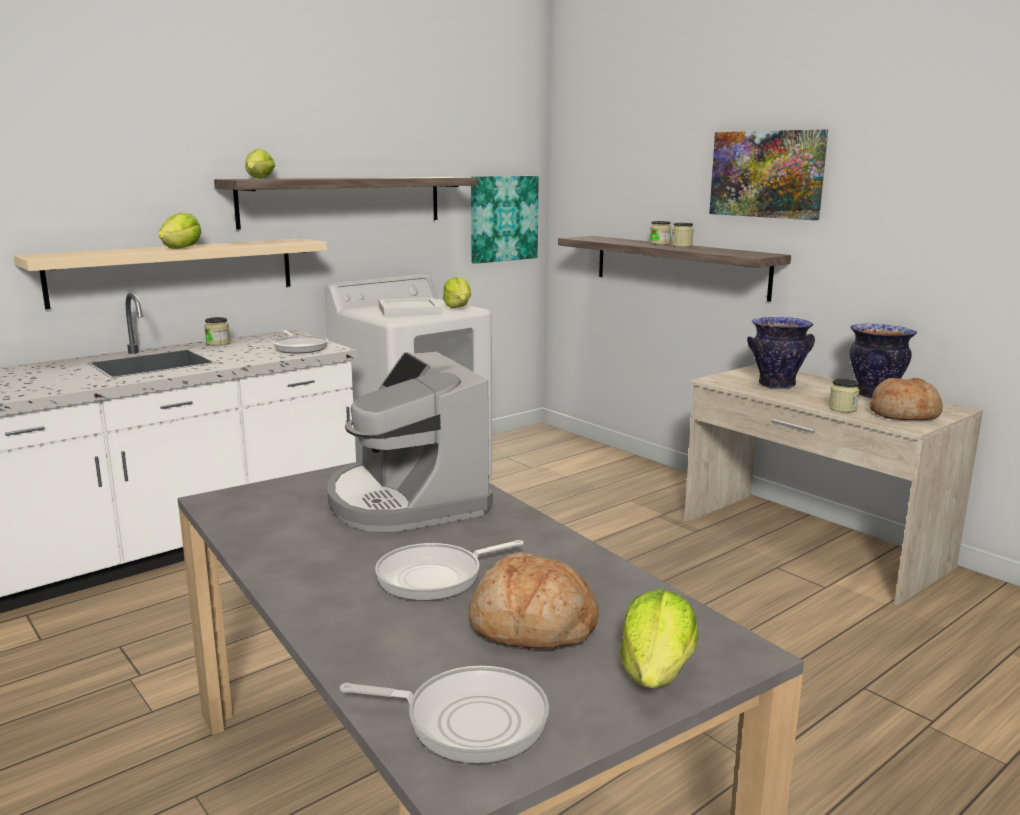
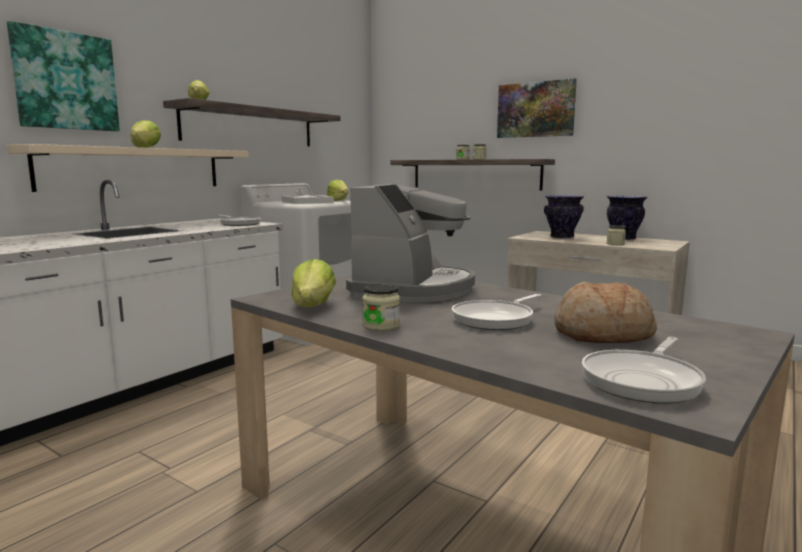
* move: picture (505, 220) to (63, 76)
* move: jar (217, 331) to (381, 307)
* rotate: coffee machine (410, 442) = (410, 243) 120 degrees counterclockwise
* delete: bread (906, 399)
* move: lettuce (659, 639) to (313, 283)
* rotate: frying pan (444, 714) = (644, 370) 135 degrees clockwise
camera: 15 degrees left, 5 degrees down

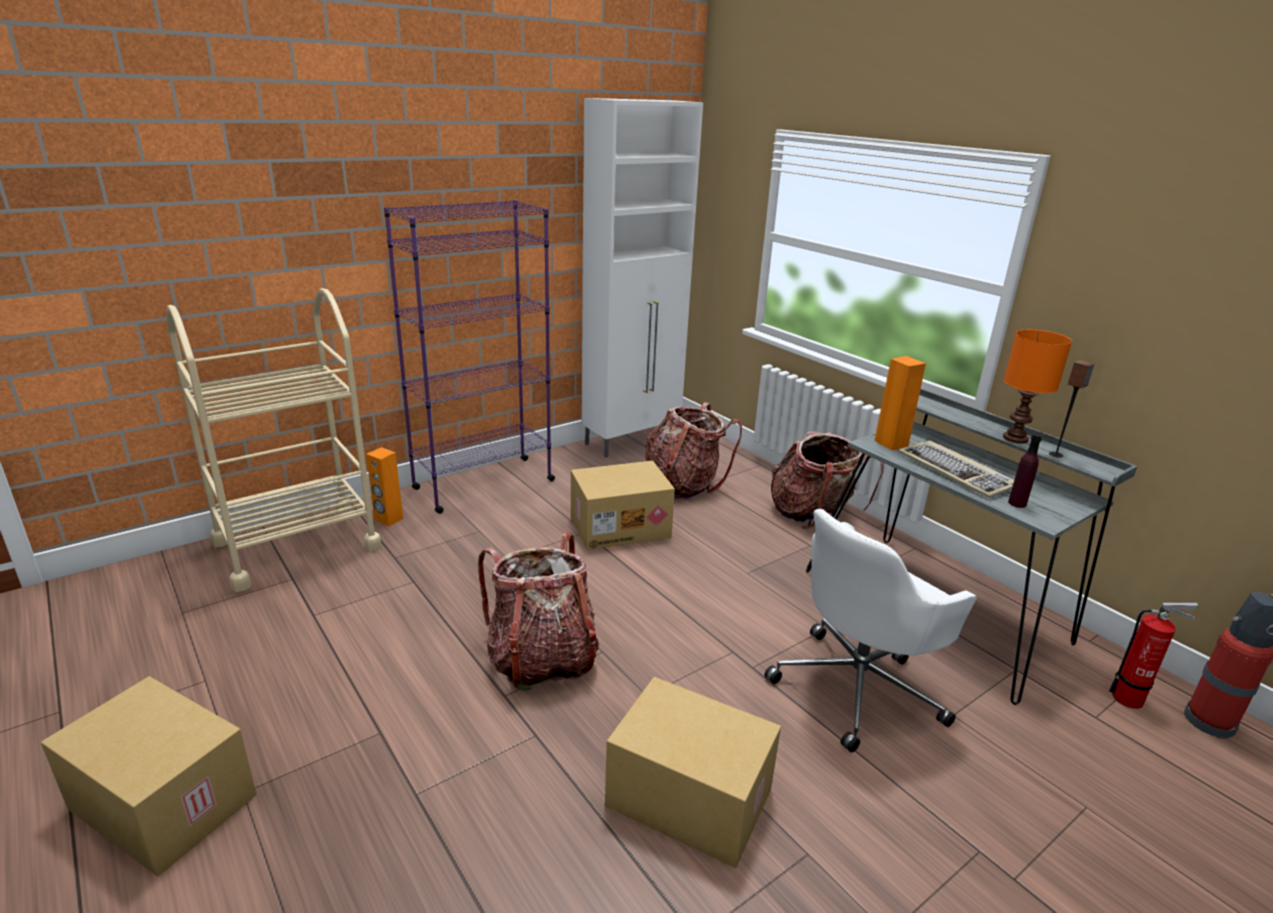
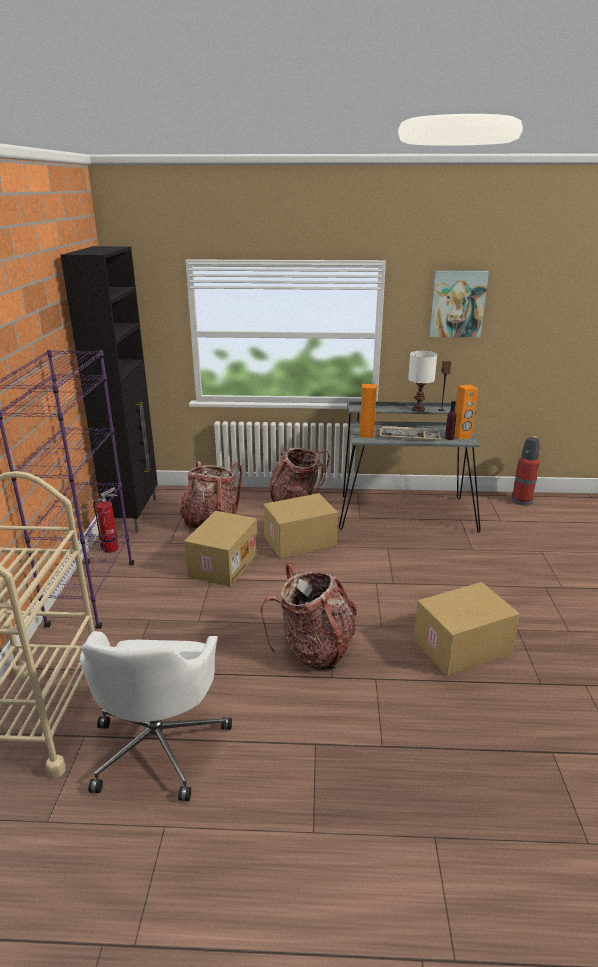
* recolor: white cabinet (642, 277) to black cabinet (109, 389)
* recolor: orange table lamp (1037, 386) to white table lamp (422, 381)
* move: orange speaker (384, 486) to (466, 412)
* move: white office chair (870, 631) to (156, 716)
* move: fire extinguisher (1153, 655) to (105, 520)
* move: cardboard box (149, 776) to (301, 526)
* insert: picture (459, 304)
camera: 50 degrees left, 0 degrees up

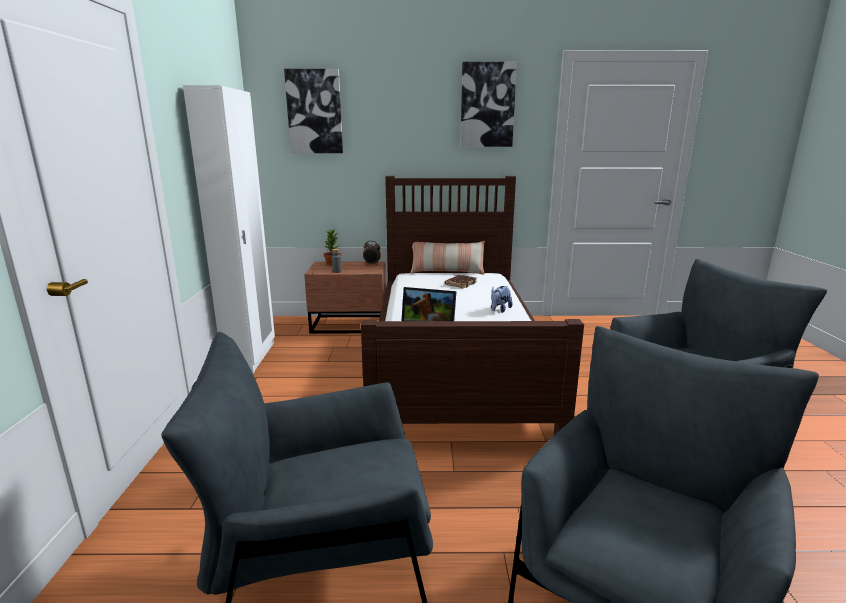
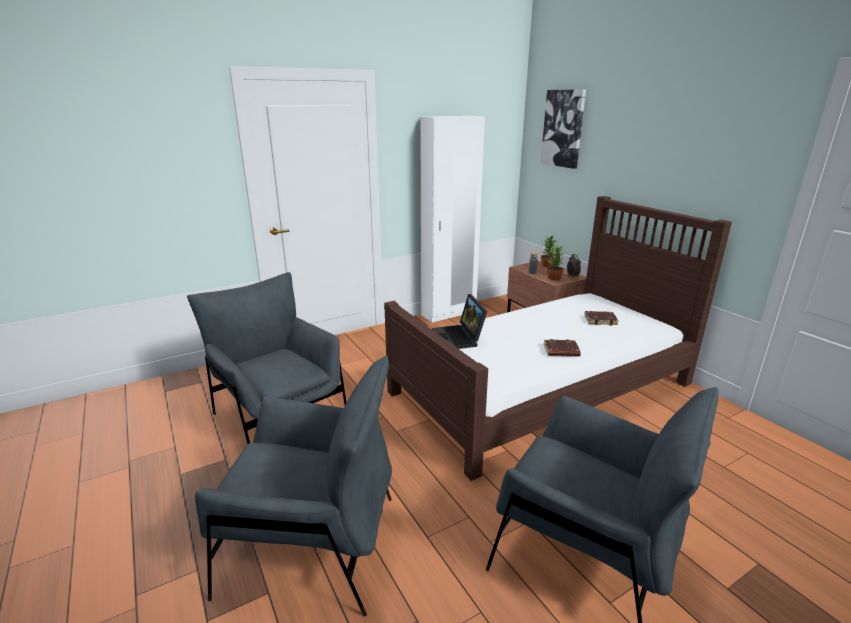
* delete: picture (488, 104)
* delete: pillow (447, 257)
* replace: plush toy (502, 299) to brown book (562, 348)
* insert: potted plant (555, 262)
camera: 60 degrees right, 5 degrees up

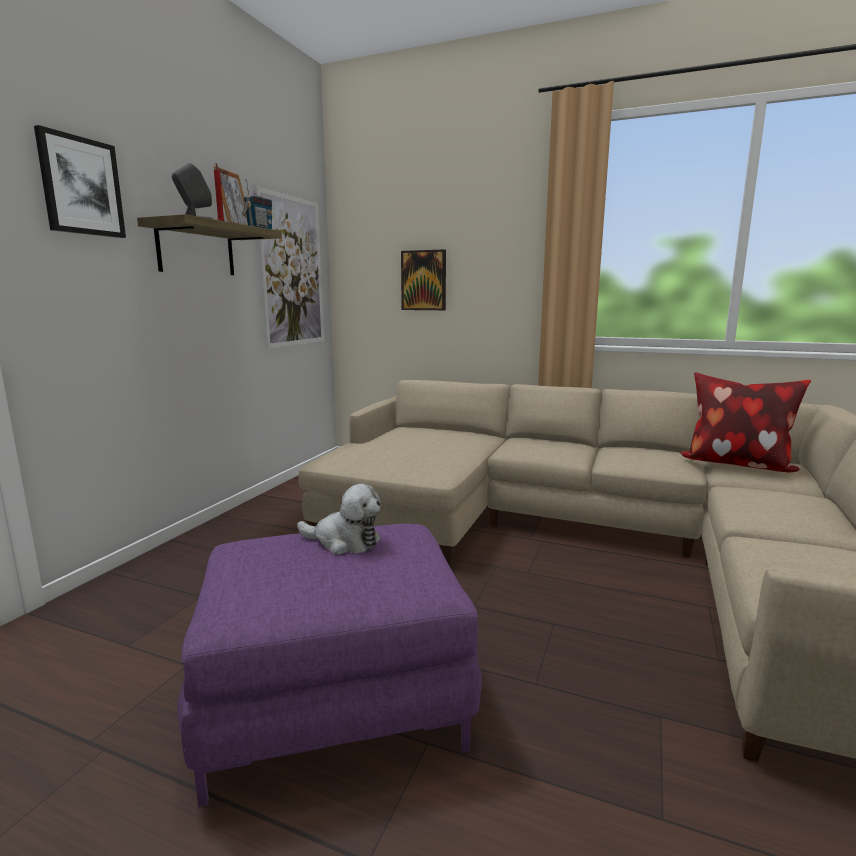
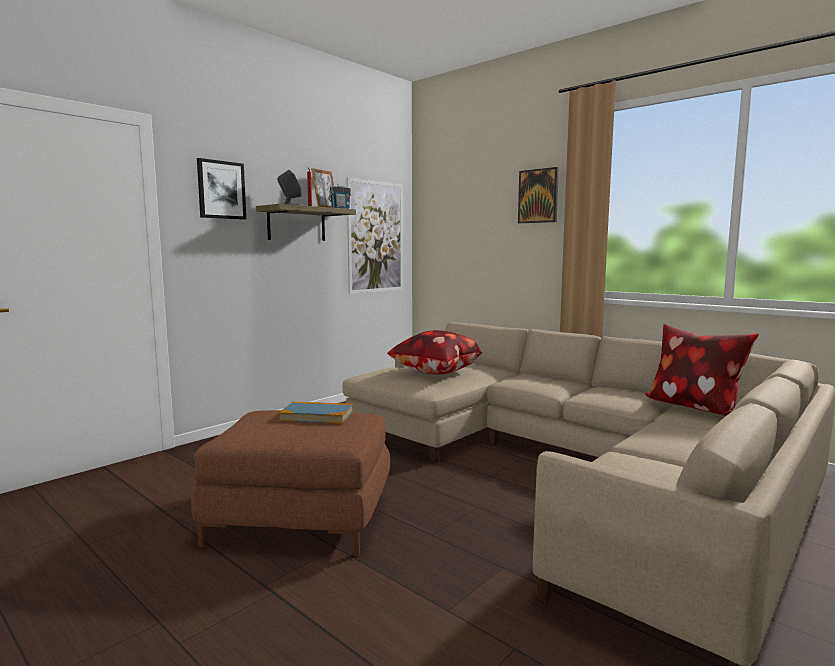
* move: picture (423, 279) to (538, 195)
* replace: plush toy (339, 519) to book (316, 412)
* recolor: purple ottoman (329, 665) to brown ottoman (290, 483)
* insert: pillow (435, 352)
camera: 20 degrees right, 5 degrees down

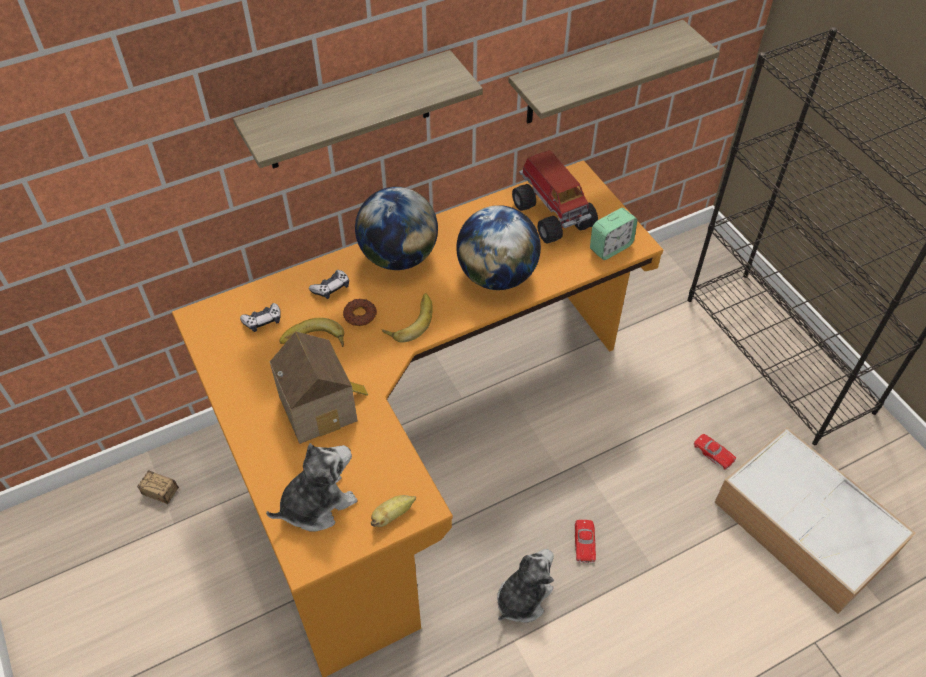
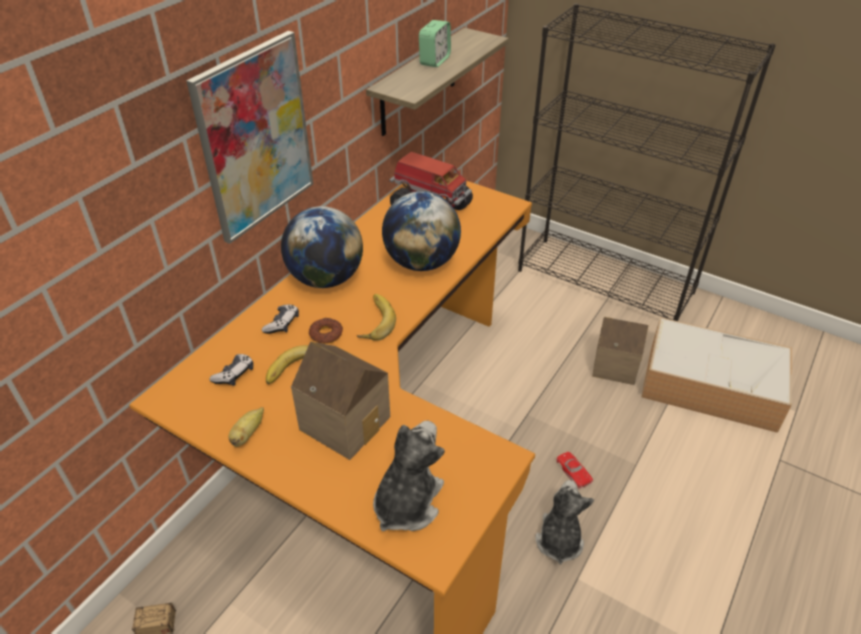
* replace: shelf (358, 109) to picture (249, 137)
* move: alarm clock (614, 234) to (435, 43)
* replace: red toy car (715, 452) to toy house (620, 351)
* move: banana (393, 511) to (246, 427)
camera: 30 degrees left, 10 degrees down

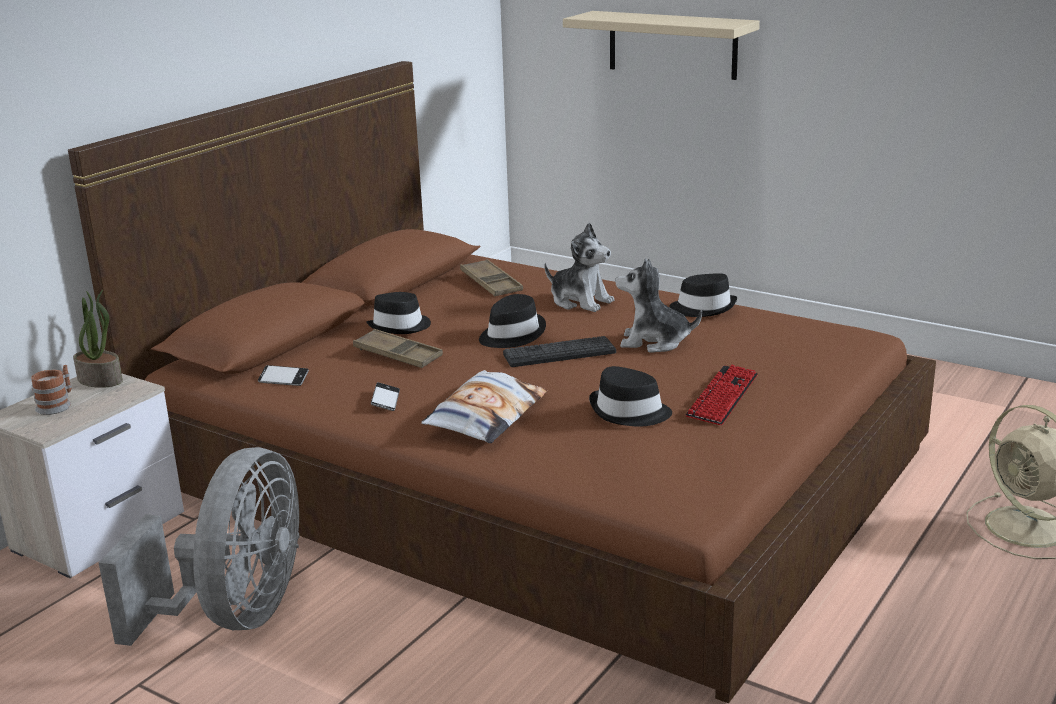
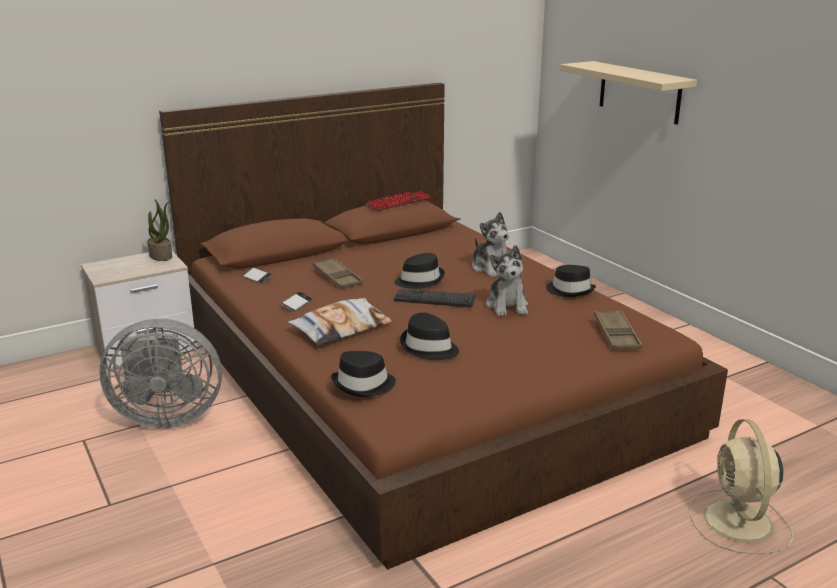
* rotate: plush toy (659, 305) = (507, 280) 135 degrees counterclockwise
* move: brown tray (491, 277) to (618, 330)
* move: black hat (398, 313) to (363, 374)
* delete: mug (51, 390)
* move: keyboard (721, 395) to (398, 201)
* rotate: grey fan (199, 546) = (160, 373) 45 degrees clockwise
camera: 25 degrees right, 0 degrees up

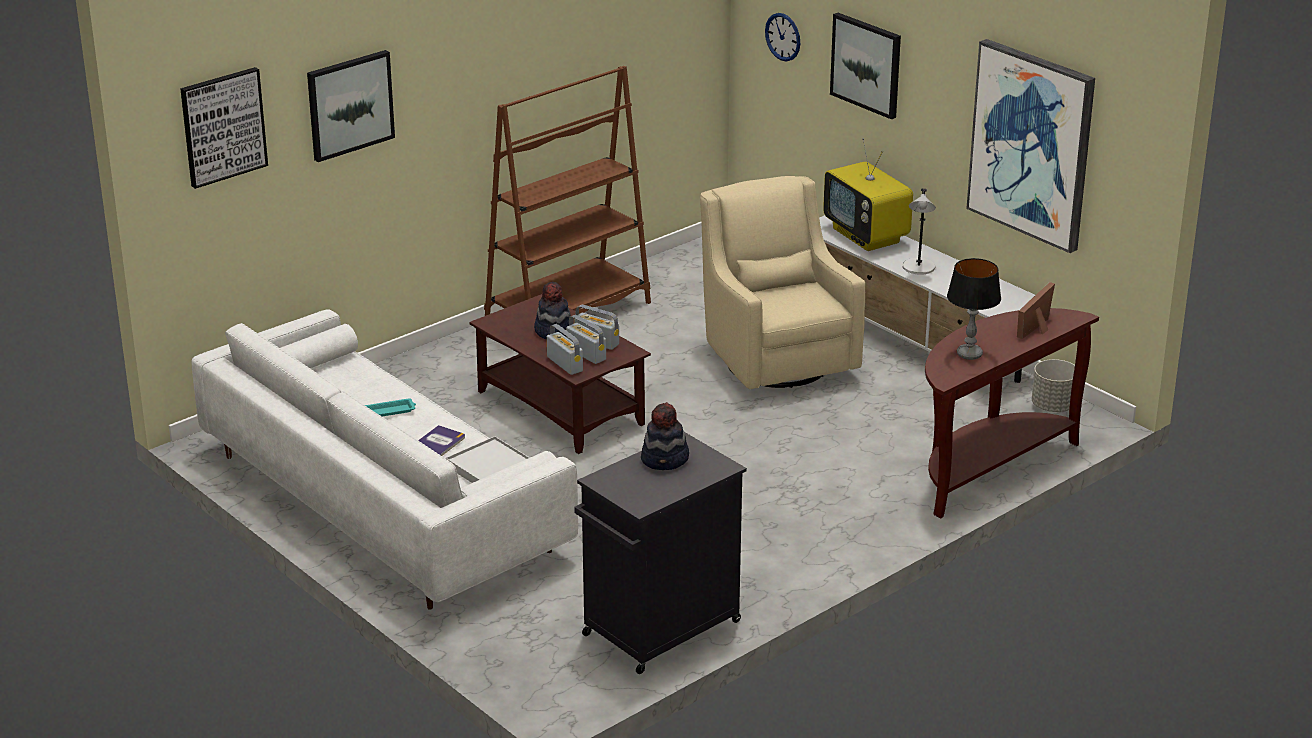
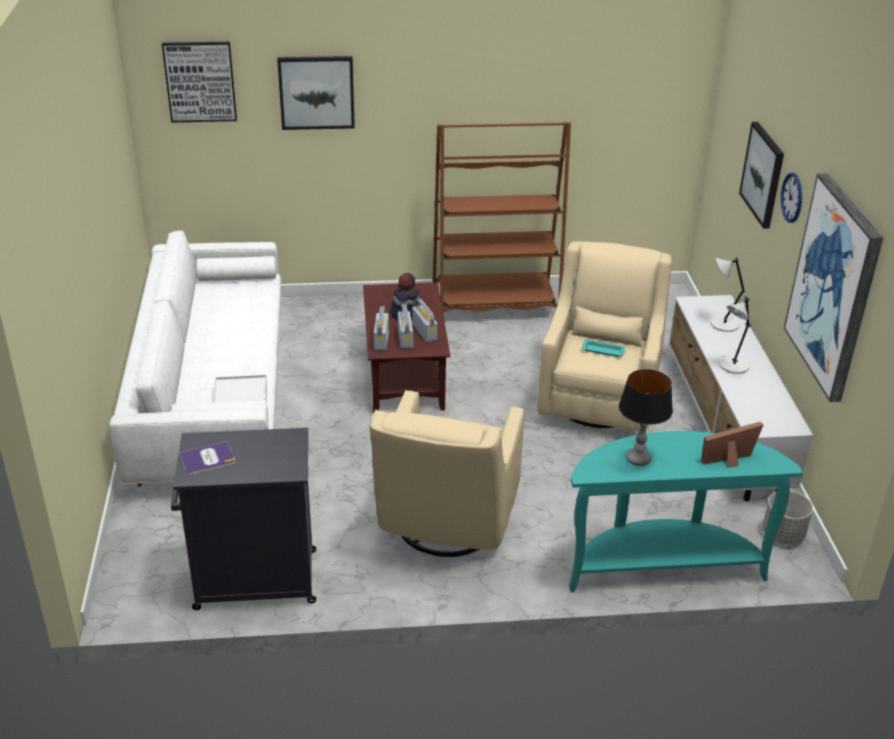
* move: wall clock (782, 37) to (791, 198)
* replace: television (868, 194) to grey table lamp (727, 294)
* recolor: brown console table (1012, 413) to turquoise console table (686, 511)
* move: turquoise tray (390, 407) to (603, 348)
* delete: hat (665, 436)
* move: book (441, 440) to (207, 458)
* insert: beige armchair (447, 473)
camera: 35 degrees right, 5 degrees up

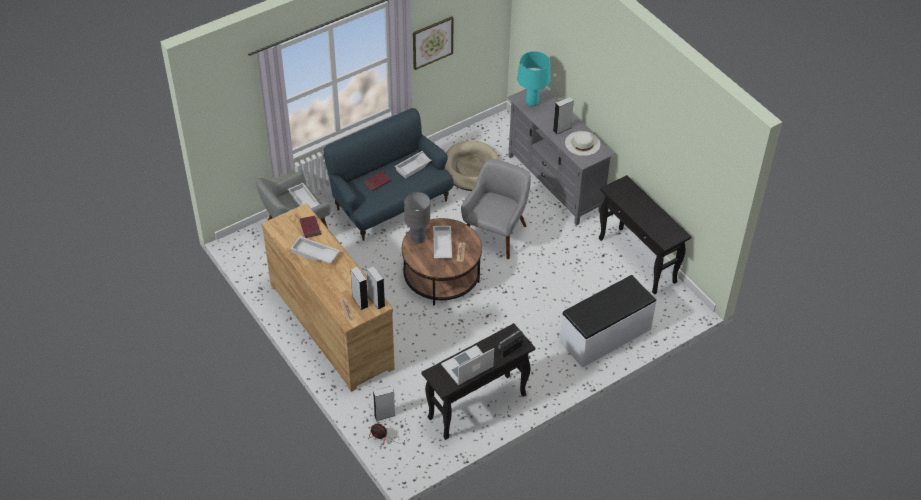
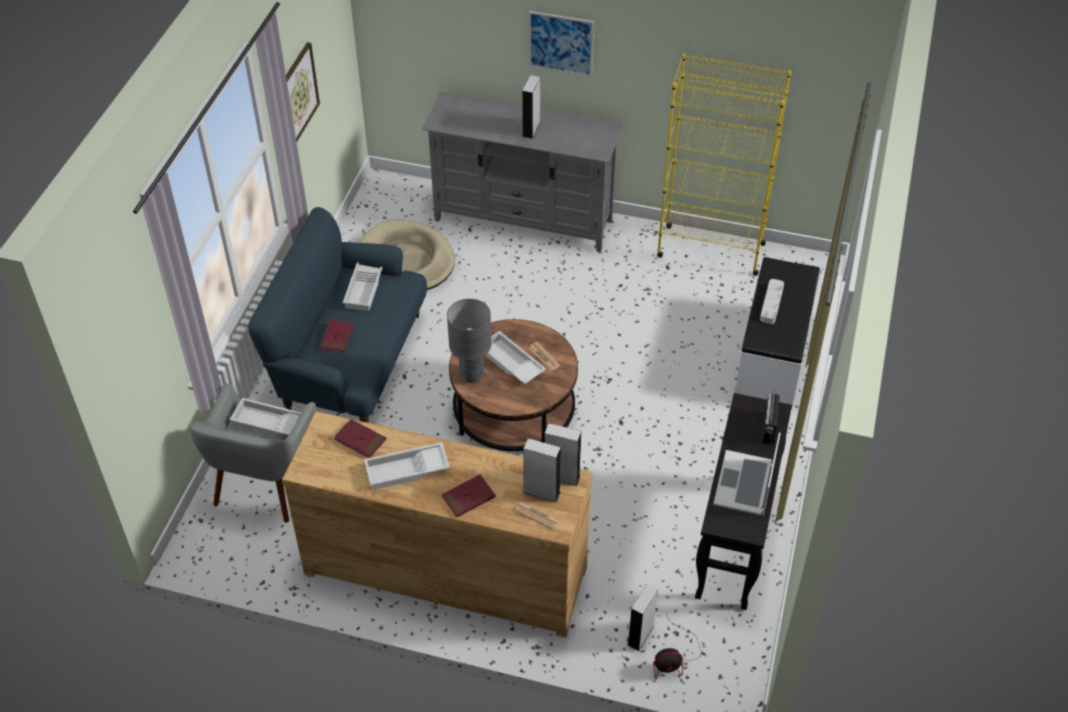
* delete: turquoise table lamp (534, 78)
* delete: white hat (582, 143)
* delete: grey armchair (496, 209)
* replace: black console table (645, 235) to yellow bookcase (724, 164)
* insert: picture (561, 44)
* insert: grey tray (772, 301)
* insert: red book (469, 495)
camera: 40 degrees left, 0 degrees up

